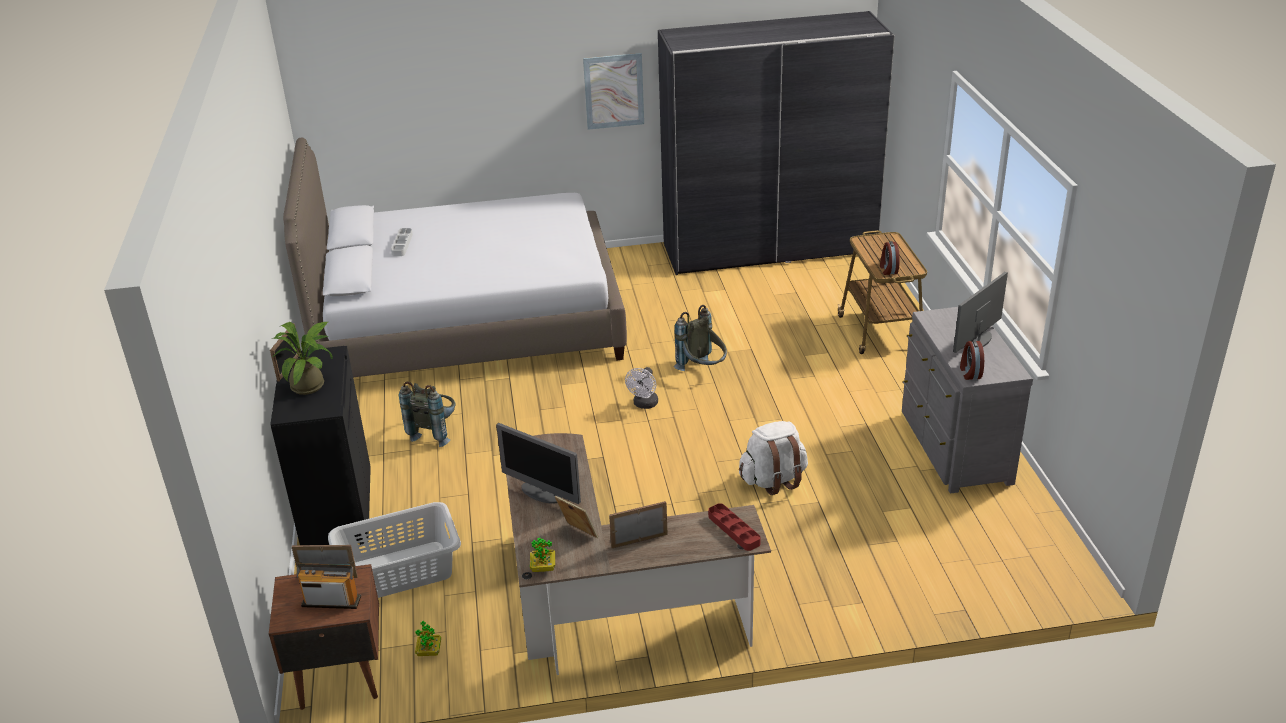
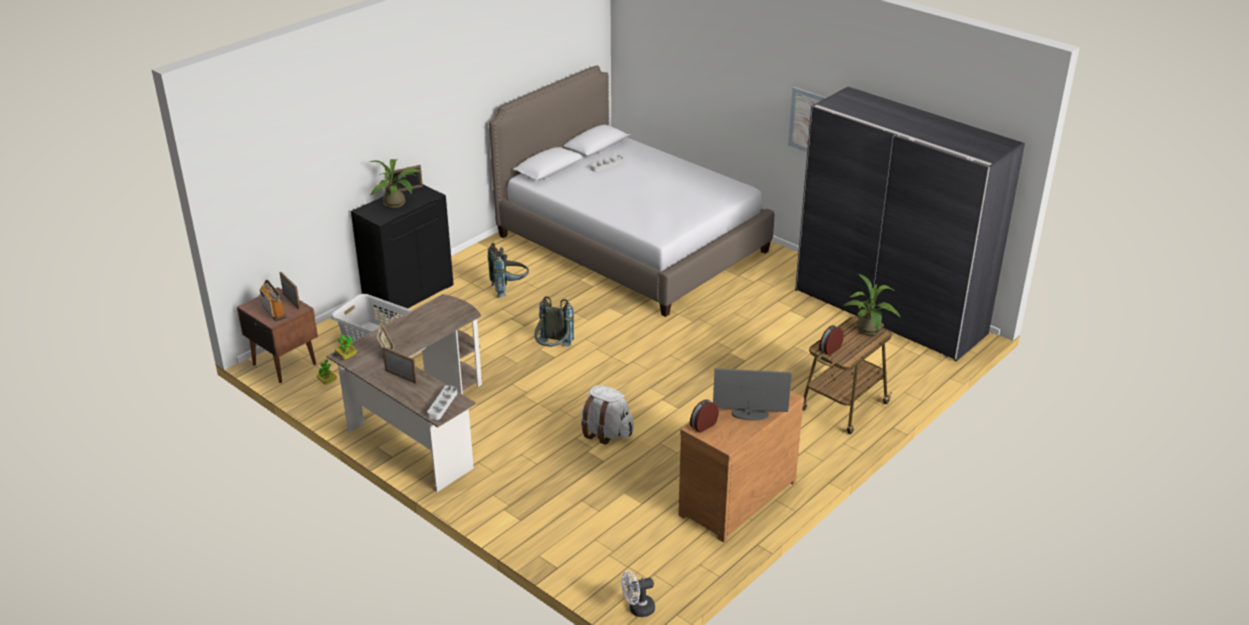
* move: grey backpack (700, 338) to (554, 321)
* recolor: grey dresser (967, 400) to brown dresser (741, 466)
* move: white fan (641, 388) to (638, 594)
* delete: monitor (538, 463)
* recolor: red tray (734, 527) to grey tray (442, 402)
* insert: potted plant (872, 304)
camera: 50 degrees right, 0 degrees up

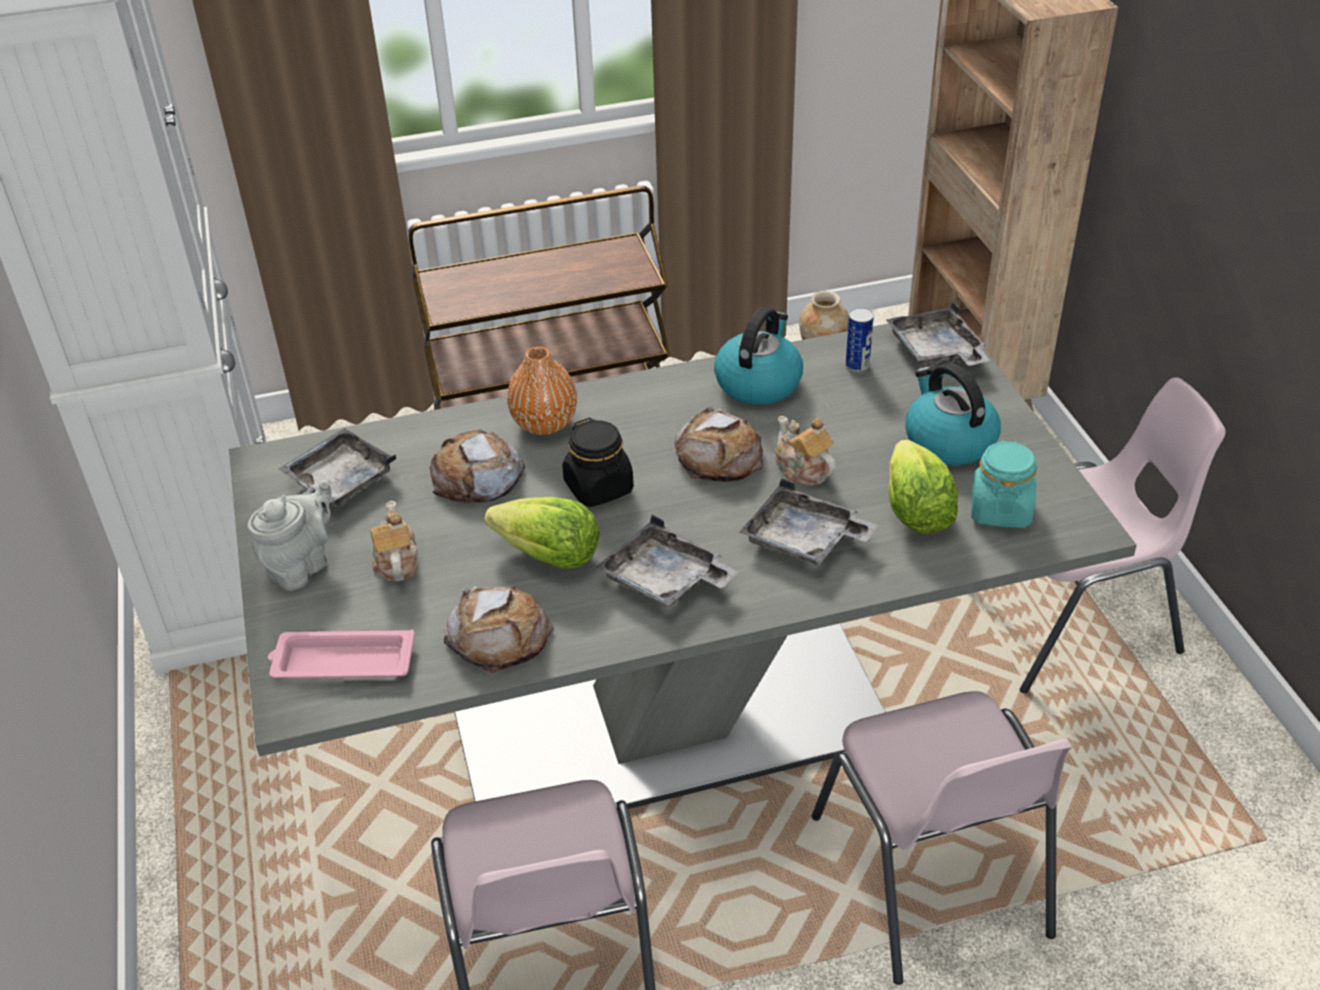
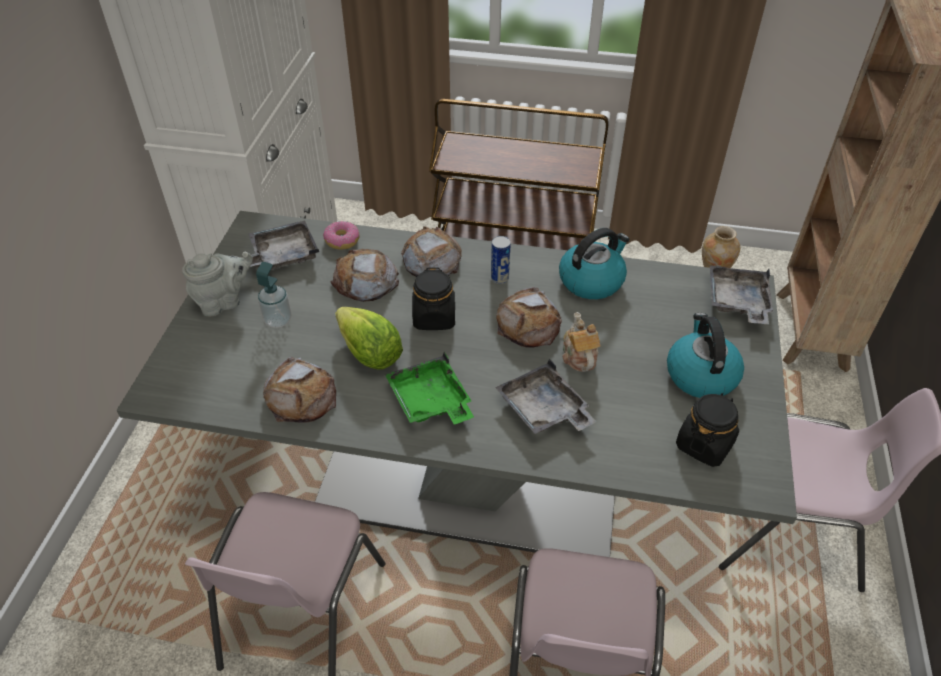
* move: can (860, 340) to (501, 260)
* replace: orange vase (542, 391) to bread (431, 251)
* delete: lettuce (923, 487)
* recolor: turquoise jar (1004, 484) to black jar (707, 430)
* replace: teapot (394, 540) to soap dispenser (273, 295)
* recolor: grey tray (667, 561) to green tray (429, 388)
* delete: pink tray (341, 653)
* insert: donut (341, 235)
camera: 25 degrees right, 5 degrees up

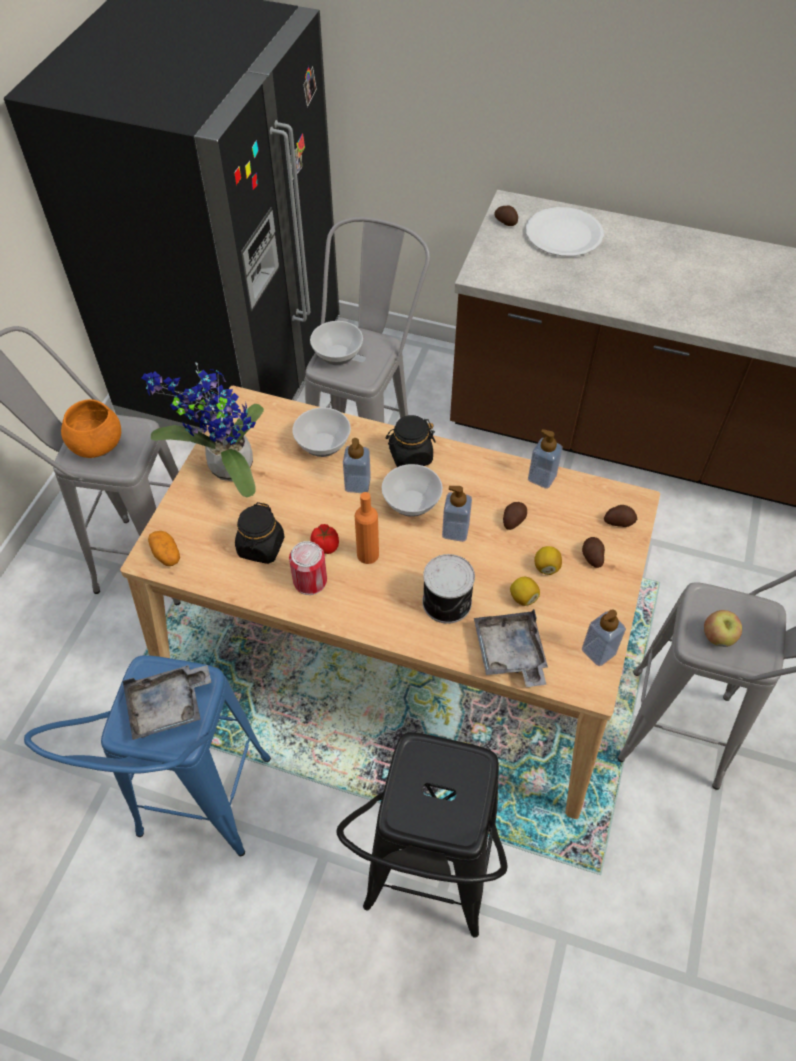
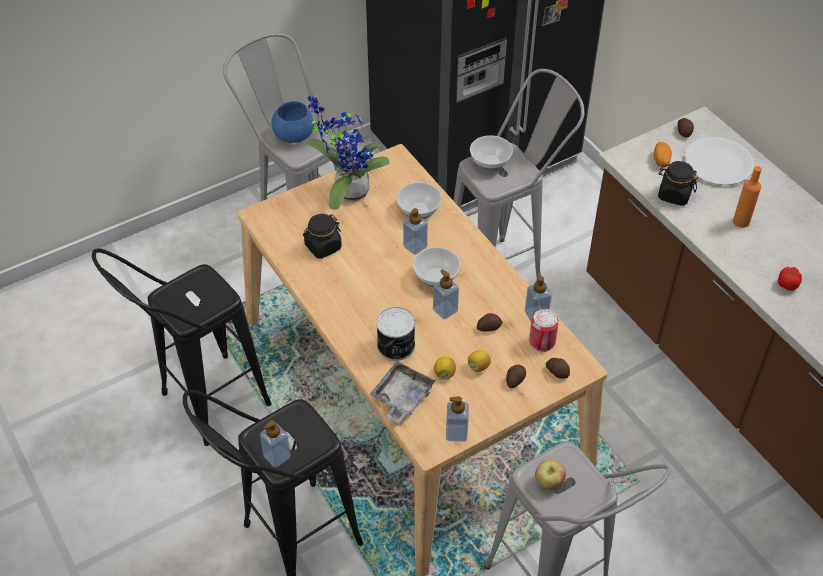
* recolor: orange bowl (91, 428) to blue bowl (293, 122)
* move: black jar (411, 441) to (678, 183)
* move: orange bottle (367, 528) to (747, 197)
* move: tomato (324, 539) to (790, 279)
* move: potato (164, 548) to (663, 154)
* move: can (308, 568) to (544, 330)
* recolor: blue stool (147, 755) to black stool (181, 347)
* delete: grey tray (167, 702)
* insert: soap dispenser (275, 444)
camera: 40 degrees right, 5 degrees down

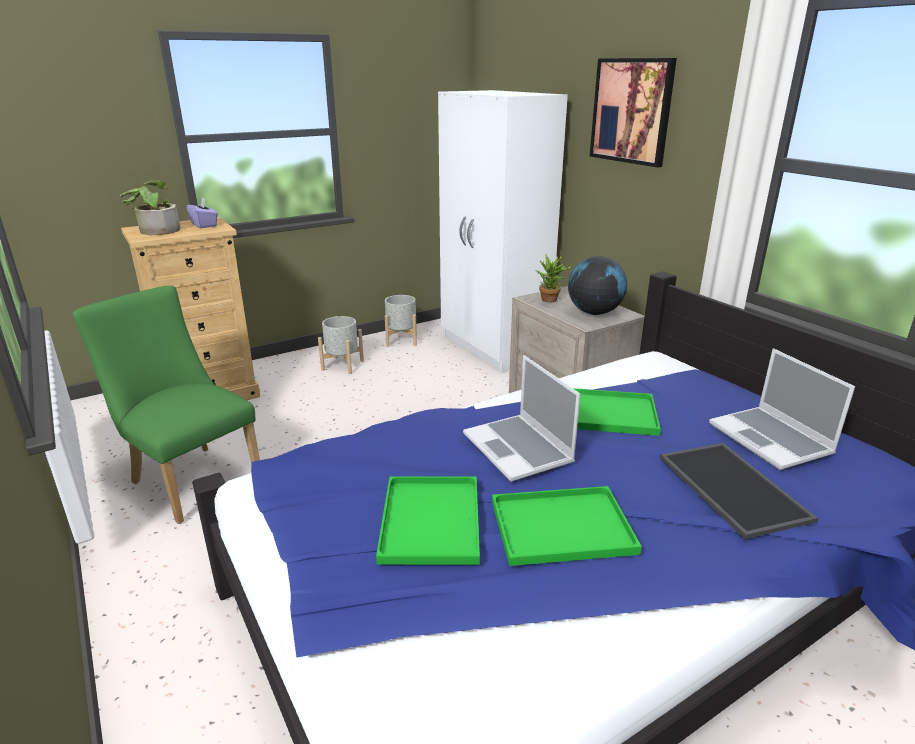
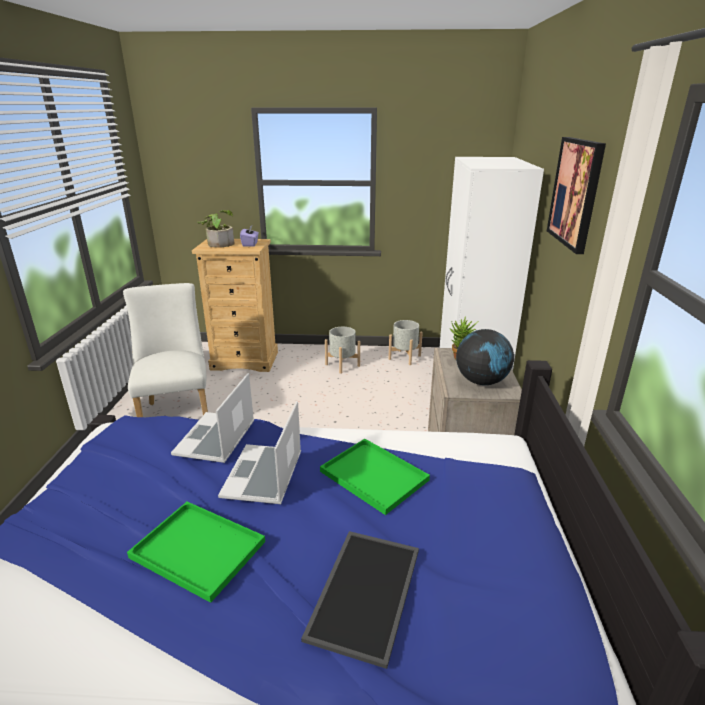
* recolor: green chair (166, 405) to white chair (165, 350)
* move: laptop (782, 409) to (212, 418)
* delete: green tray (428, 520)
camera: 35 degrees right, 0 degrees up

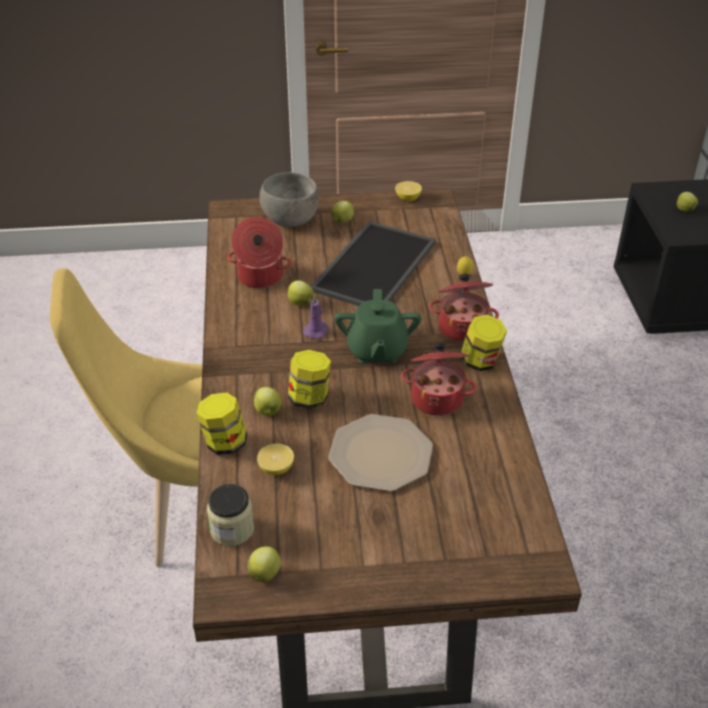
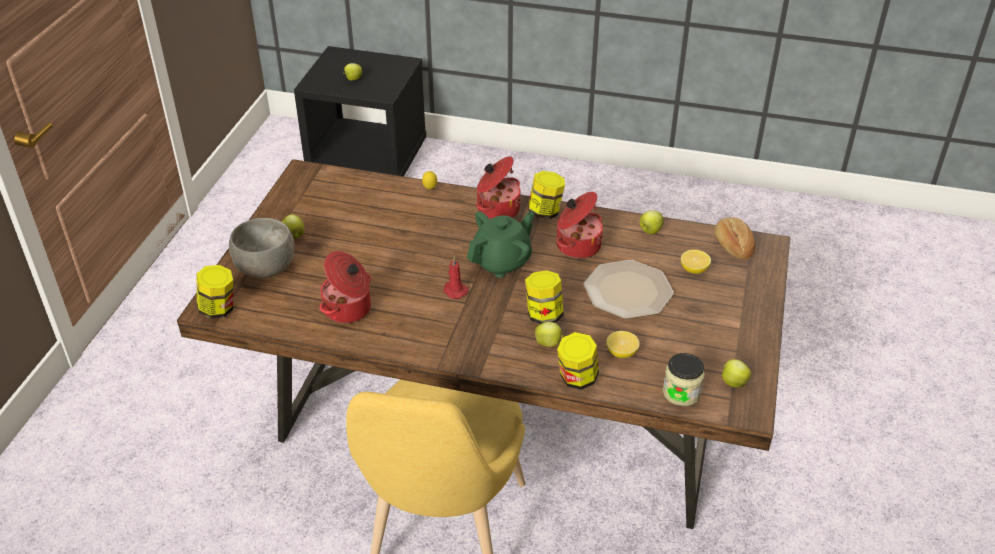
* move: lemon (408, 191) to (696, 262)
* delete: tray (373, 263)
* move: apple (301, 293) to (652, 222)
* rotate: green teapot (378, 326) = (500, 244) 60 degrees counterclockwise
* recolor: purple candle (316, 317) to red candle (455, 278)
* insert: bread (734, 238)
* insert: jar (214, 292)
camera: 70 degrees left, 0 degrees up

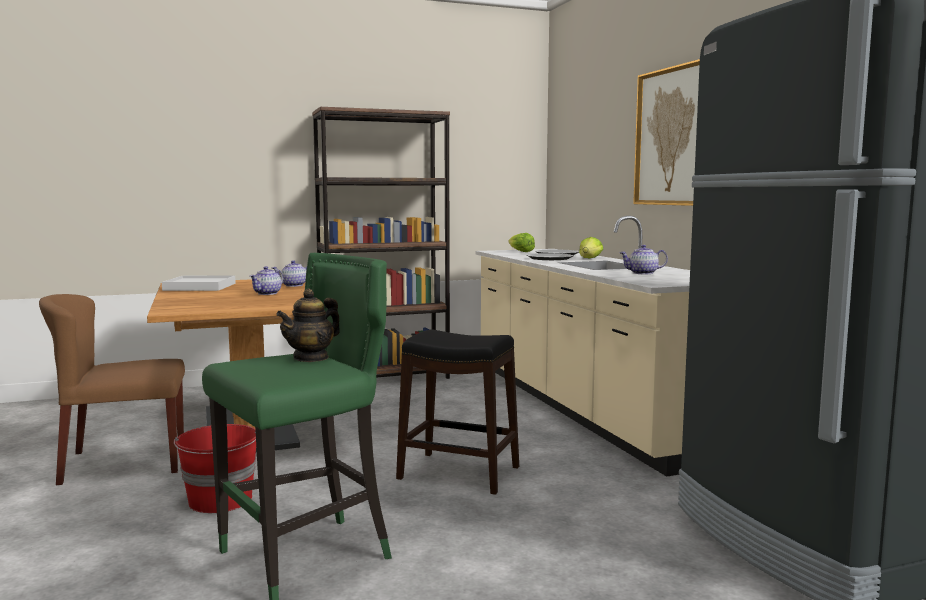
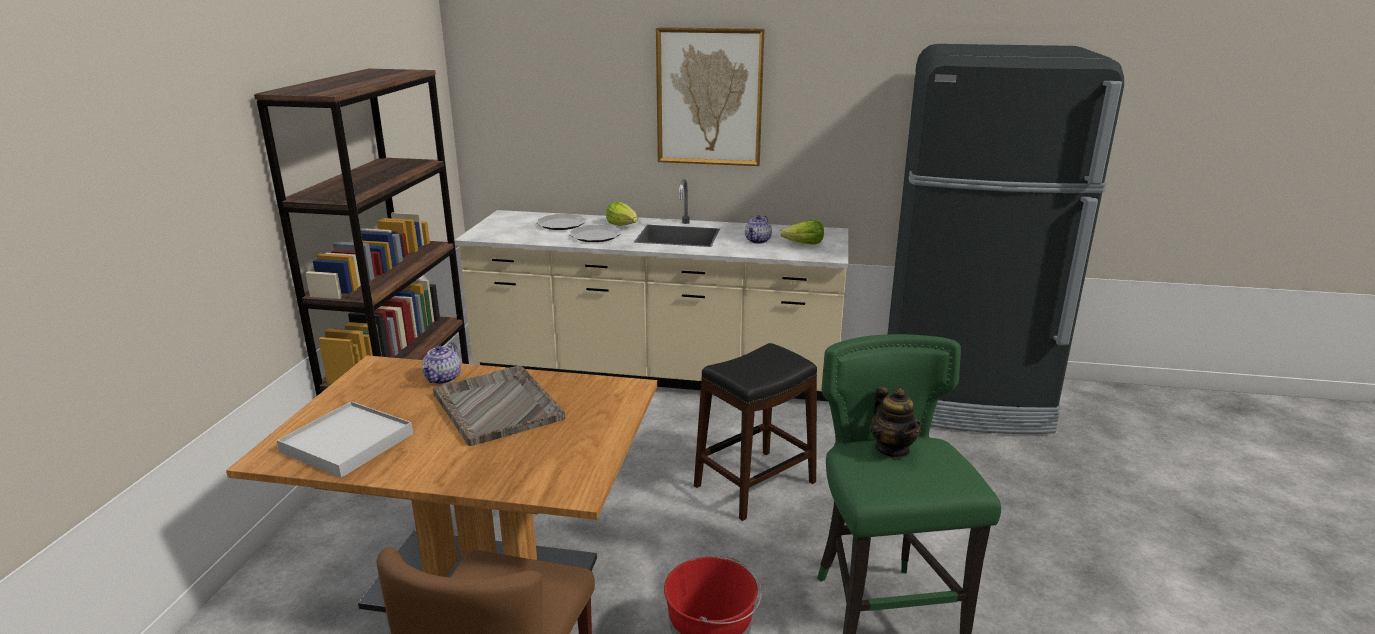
* move: lettuce (521, 242) to (802, 232)
* replace: teapot (266, 280) to grey tray (499, 405)
camera: 60 degrees left, 15 degrees up

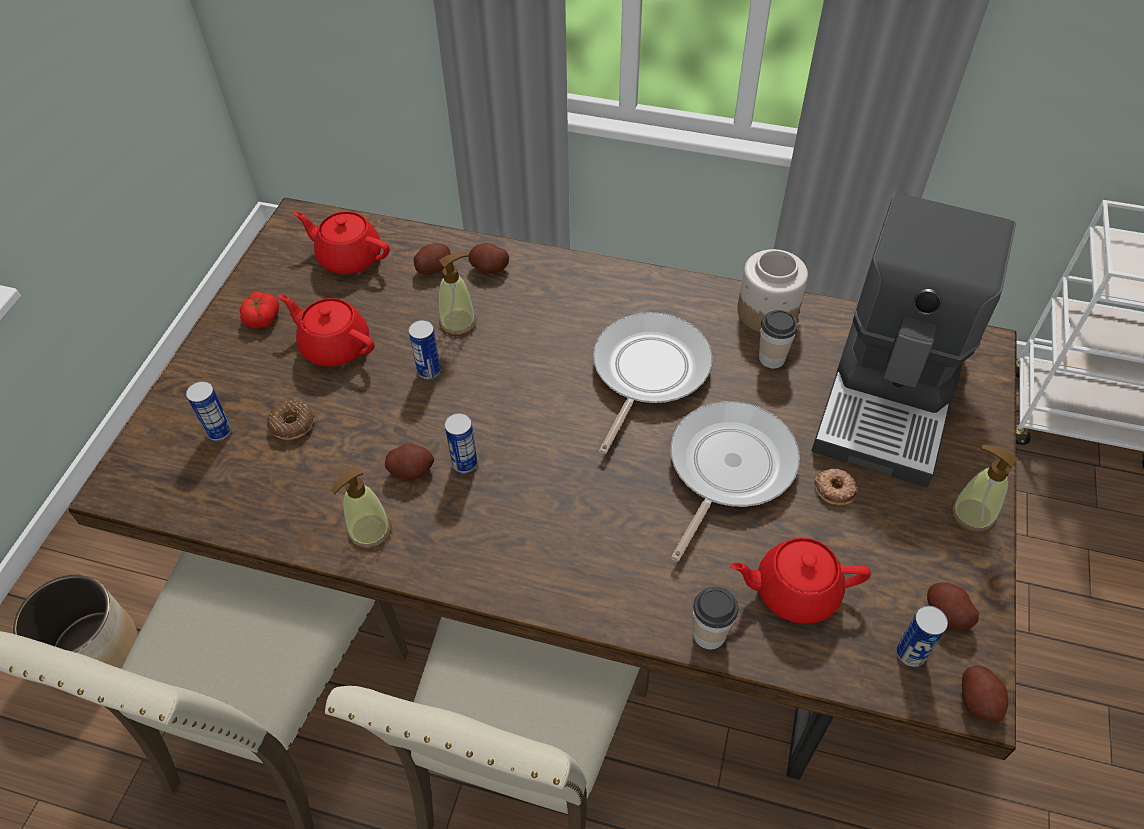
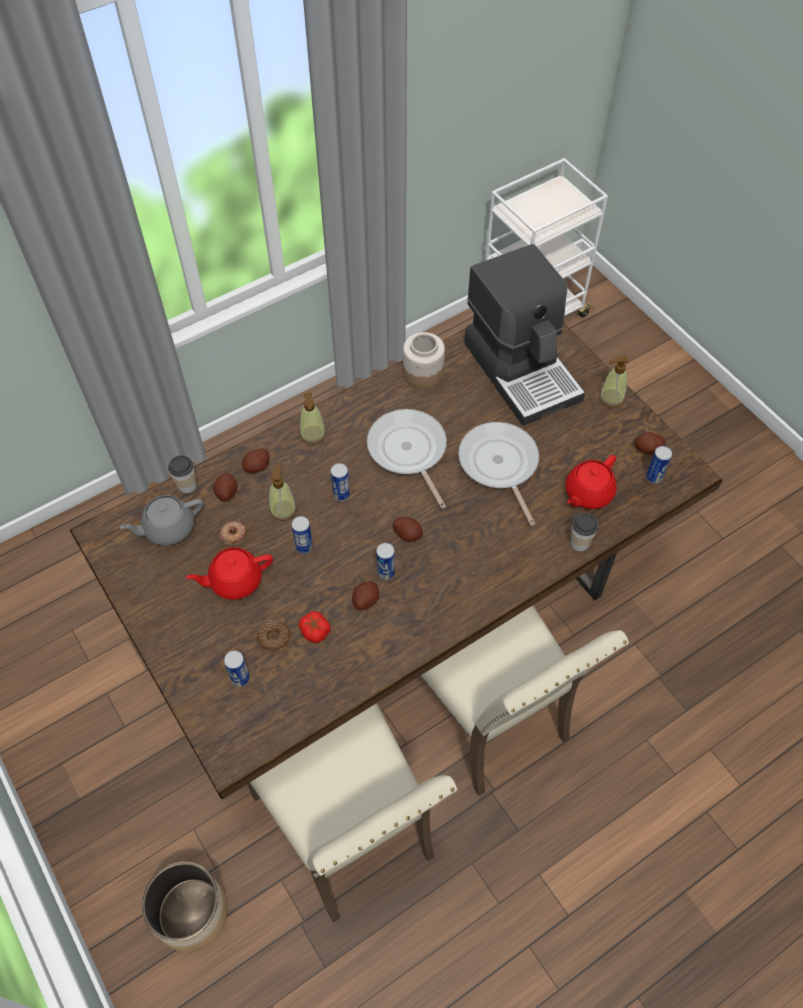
* recolor: red teapot (342, 242) to grey teapot (161, 520)
* move: tomato (259, 310) to (315, 627)
* move: cup (778, 339) to (182, 474)
* move: soap dispenser (361, 508) to (313, 418)
* move: donut (836, 487) to (234, 533)
* move: potato (985, 694) to (408, 529)
* insert: can (340, 482)
camera: 50 degrees left, 5 degrees up

